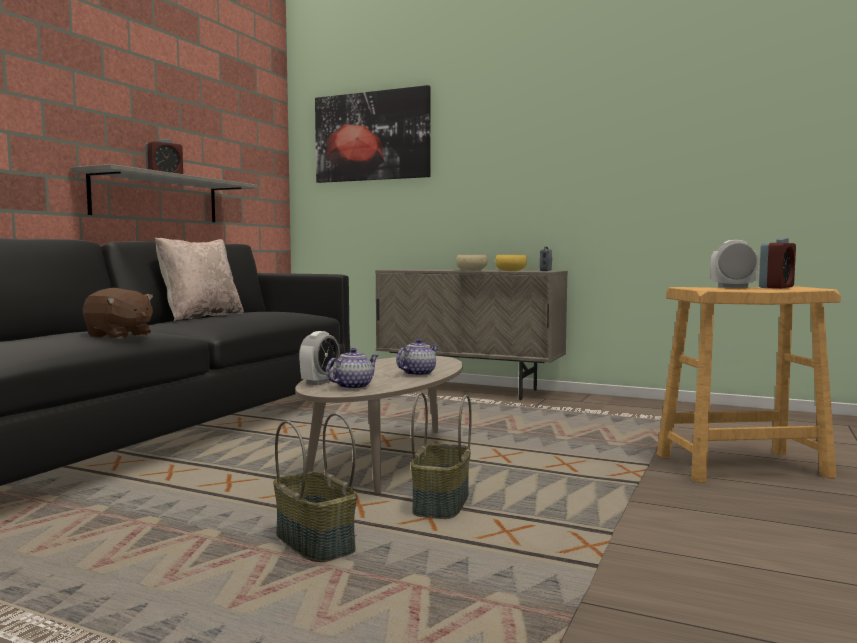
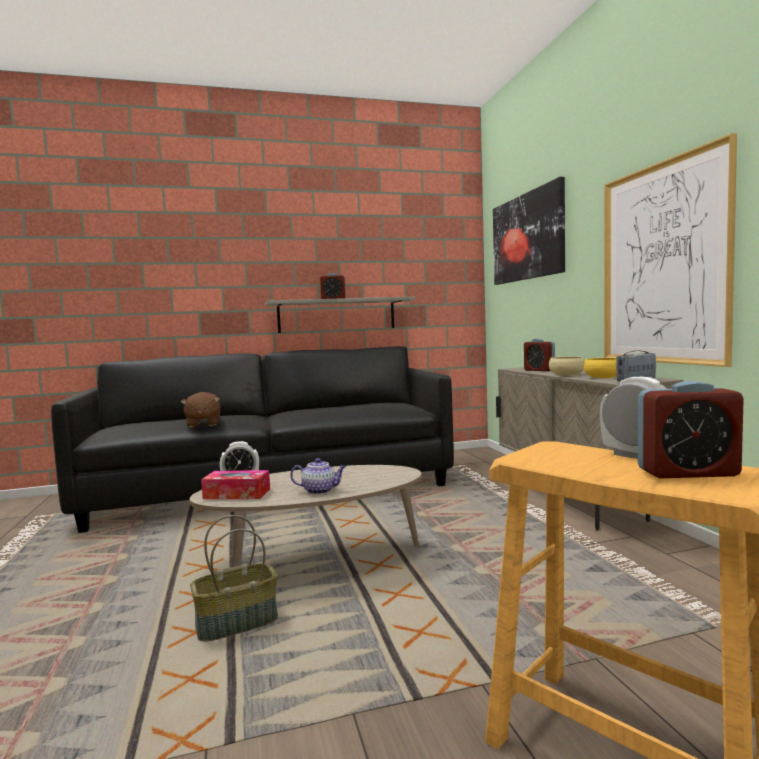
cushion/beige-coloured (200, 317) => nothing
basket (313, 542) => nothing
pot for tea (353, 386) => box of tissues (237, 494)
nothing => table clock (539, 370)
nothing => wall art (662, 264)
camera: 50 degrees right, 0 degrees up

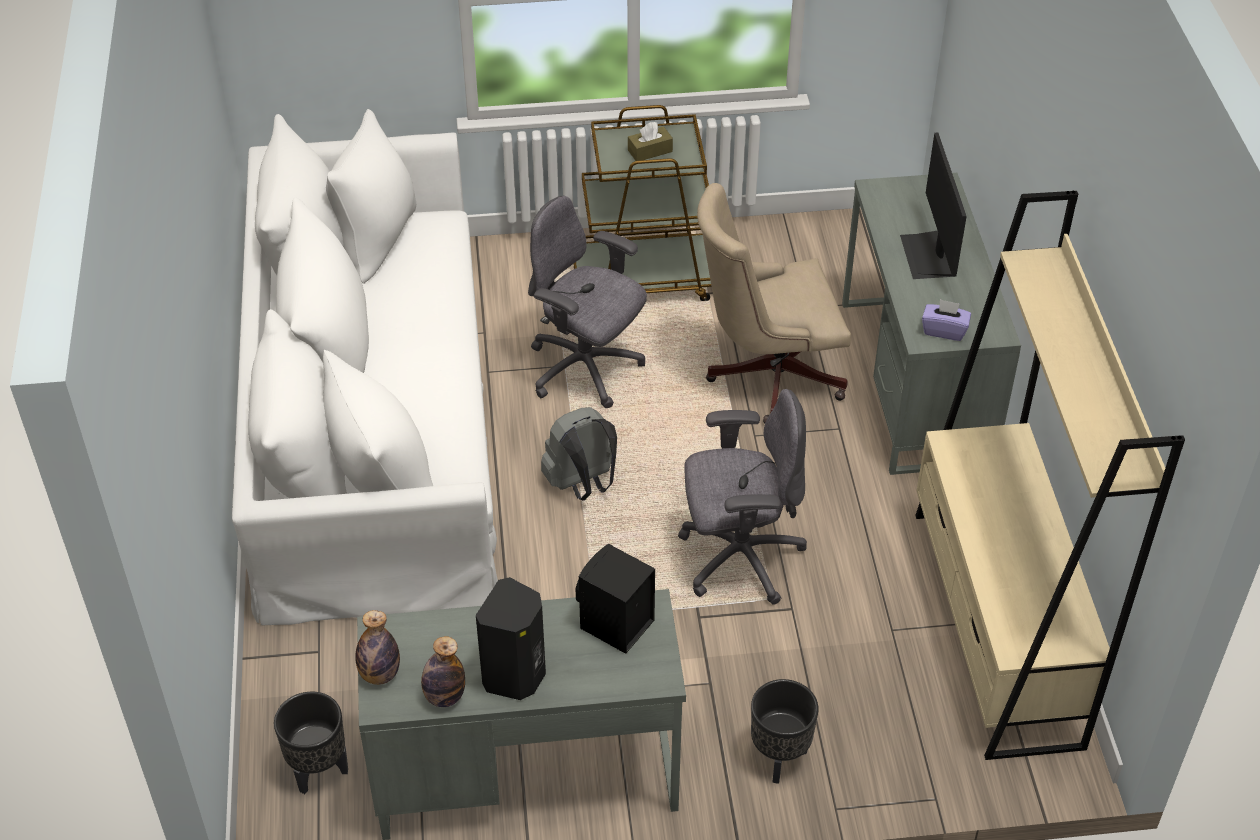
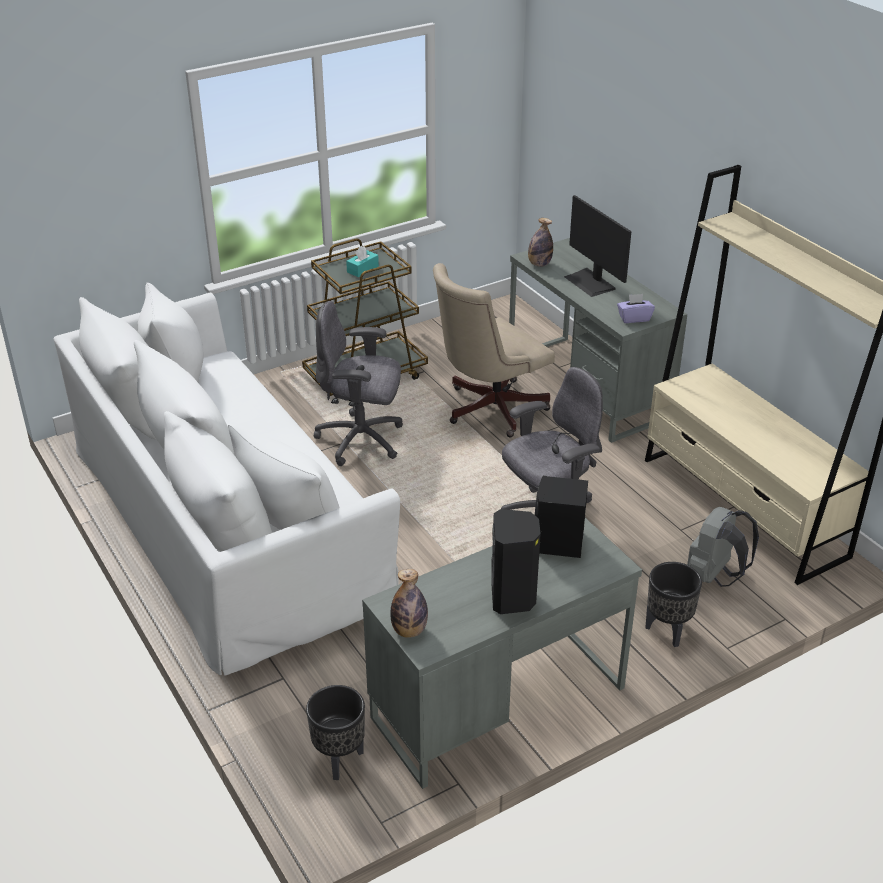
bottle (444, 696) => bottle (539, 264), shifted
rucksack/grey (582, 484) => rucksack/grey (714, 576), shifted
box of tissues/brown-coloured (650, 151) => box of tissues/blue-green (362, 269)
camera: 25 degrees left, 10 degrees down

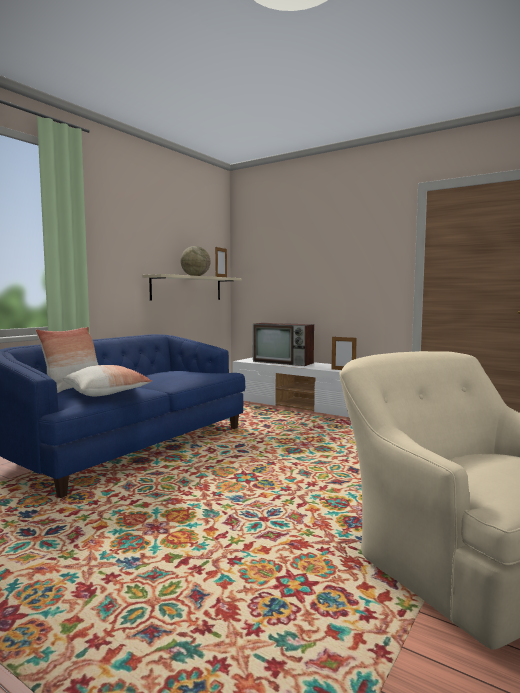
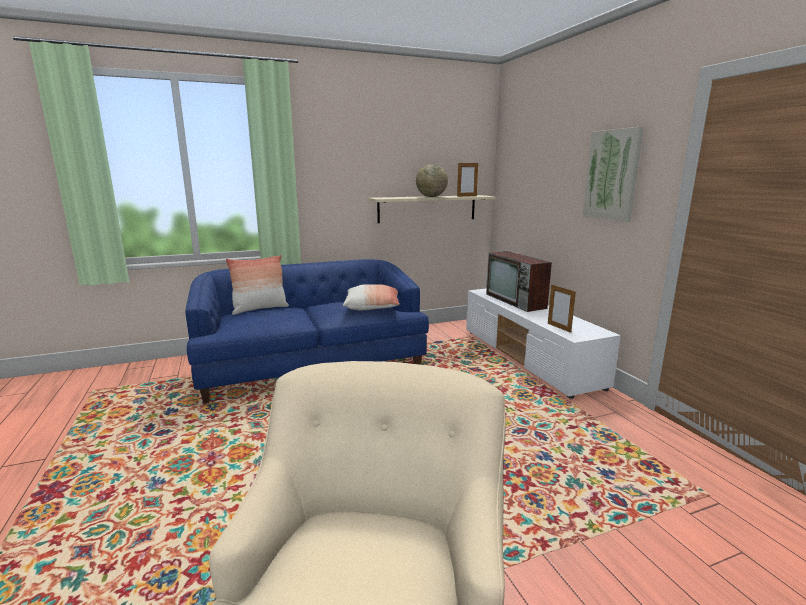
cushion (107, 393) => cushion (372, 307), shifted
nothing => wall art (612, 175)
camera: 35 degrees right, 10 degrees up

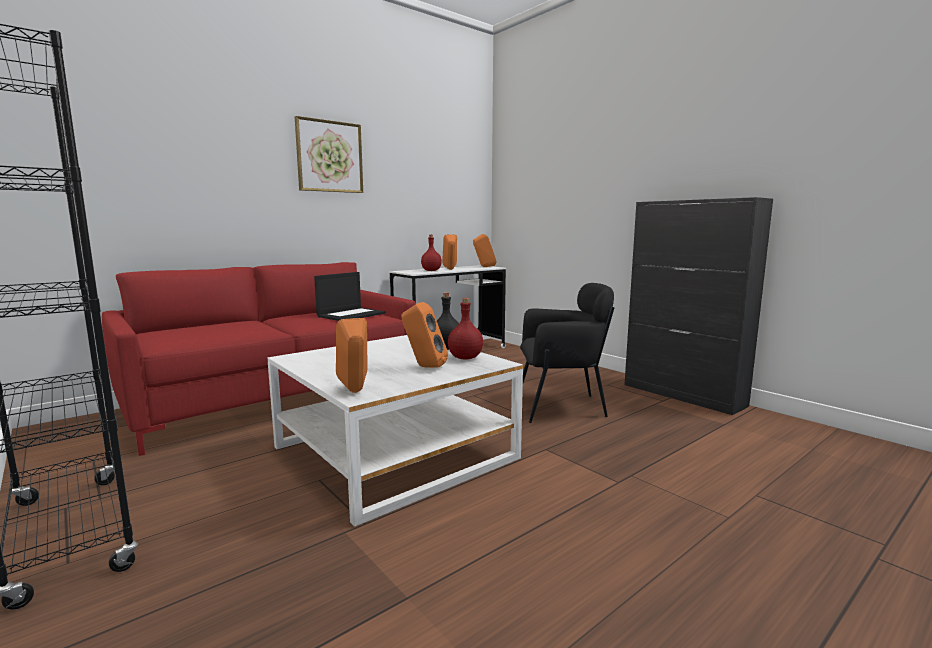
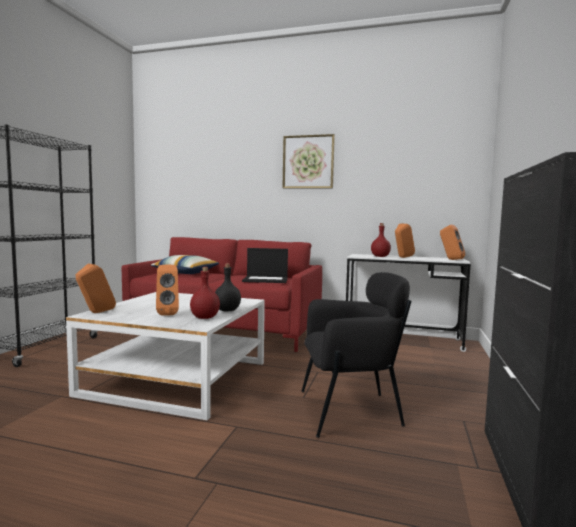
armchair/black-coloured (560, 406) => armchair/black-coloured (350, 410), 60 degrees counterclockwise
nothing => cushion (186, 273)
camera: 55 degrees right, 5 degrees down

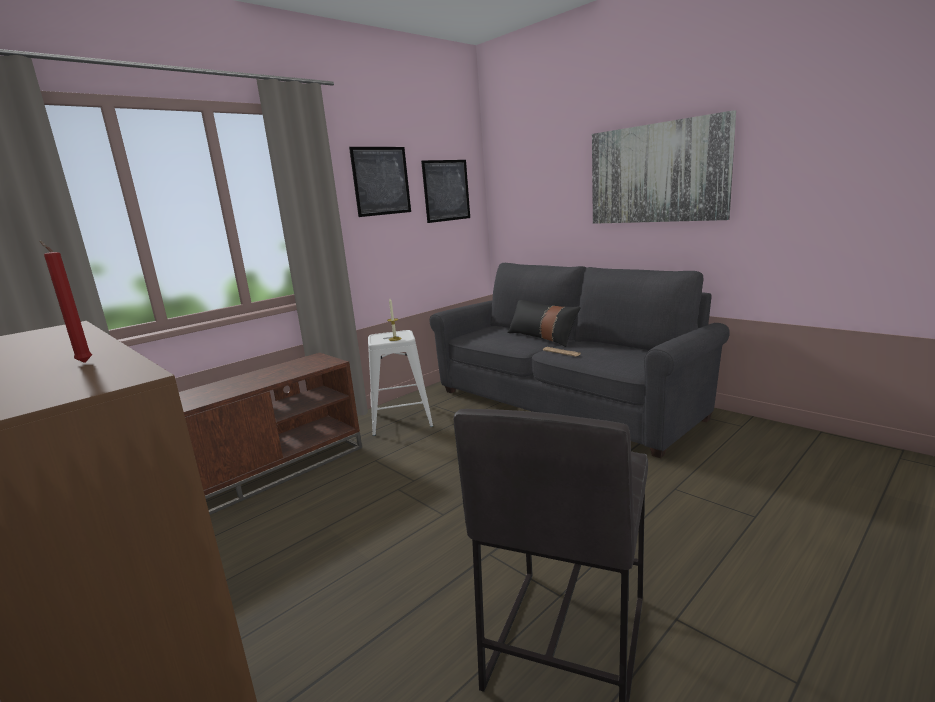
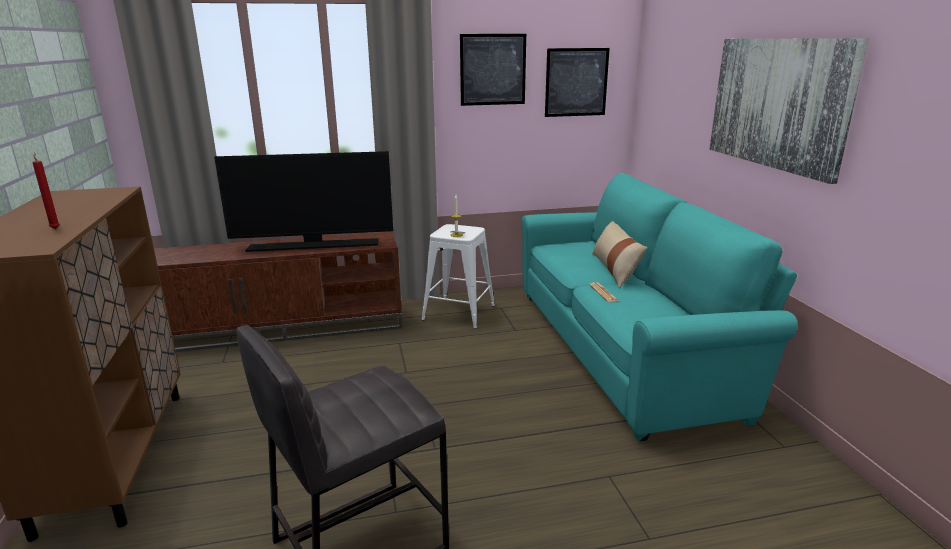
couch/grey (567, 402) => couch/blue-green (626, 348)
cushion/black-coloured (542, 337) => cushion/beige-coloured (615, 269)
nothing => television (314, 245)
camera: 30 degrees right, 5 degrees up

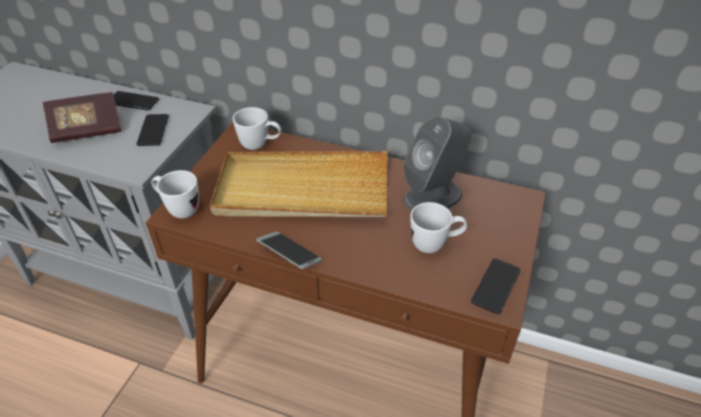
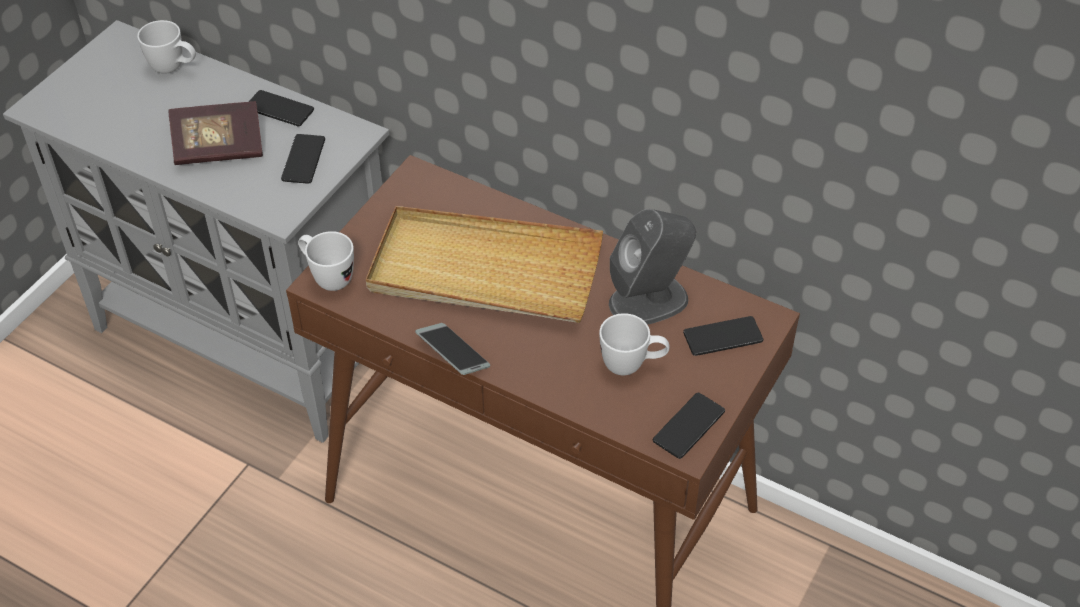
mug/white (260, 145) => mug/white (174, 68), shifted
nothing => telephone (723, 337)
camera: 10 degrees right, 5 degrees up

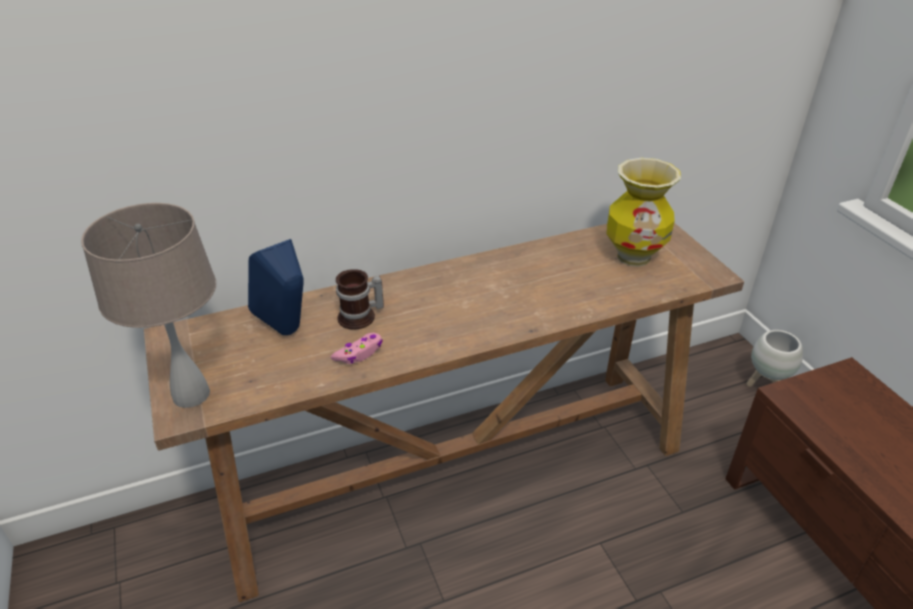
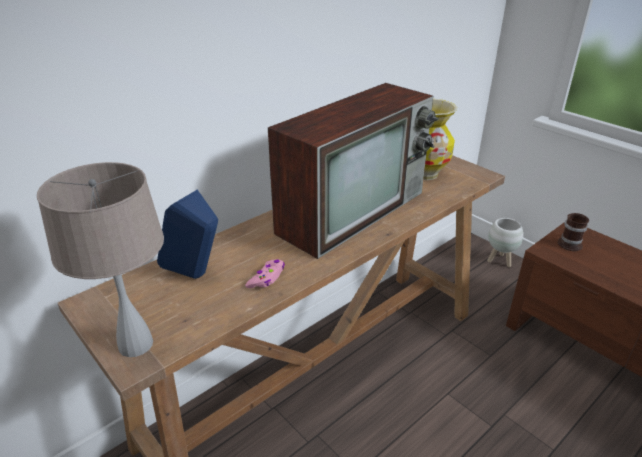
mug (360, 317) => mug (572, 244), shifted
nothing => television (353, 210)
camera: 20 degrees left, 5 degrees down

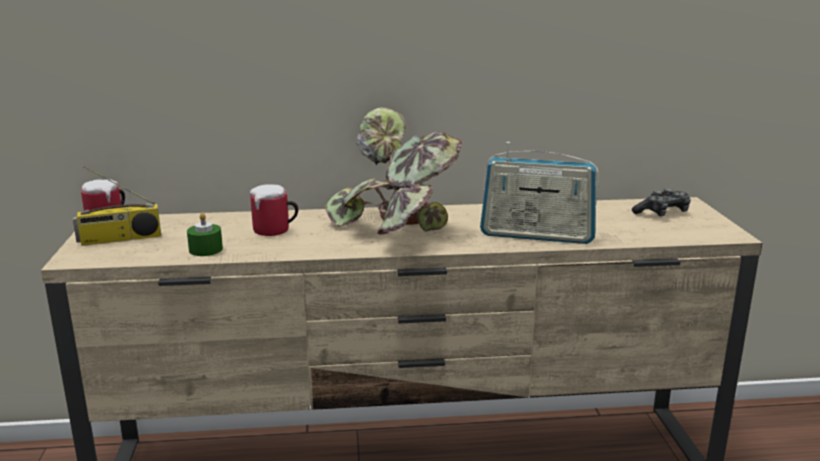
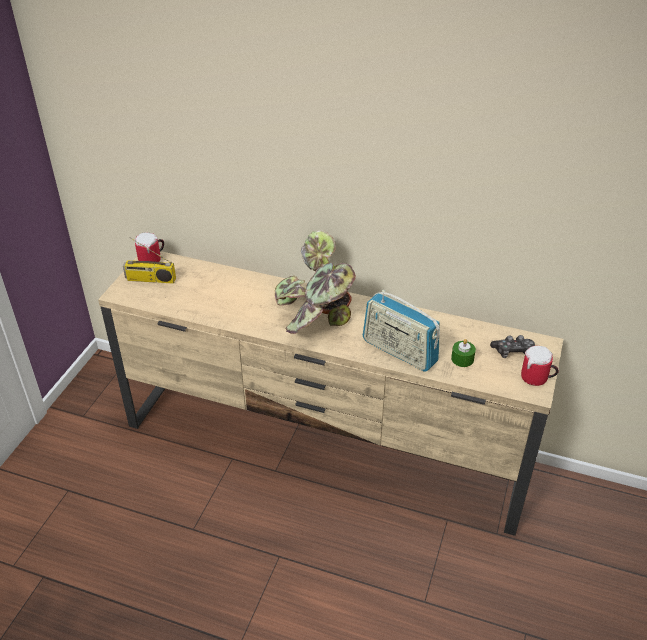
wax light/green-coloured (206, 249) => wax light/green-coloured (462, 359), shifted
mug (276, 231) => mug (537, 379), shifted
camera: 25 degrees right, 20 degrees up

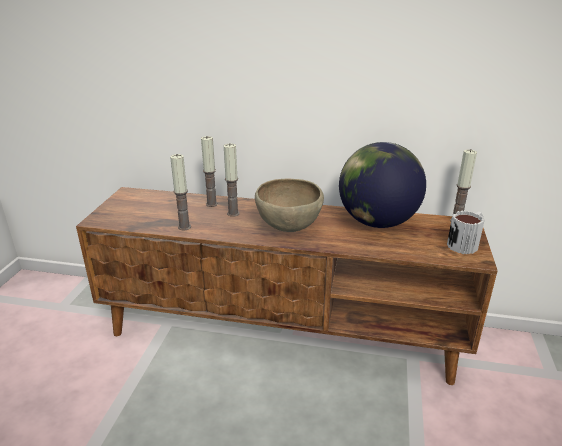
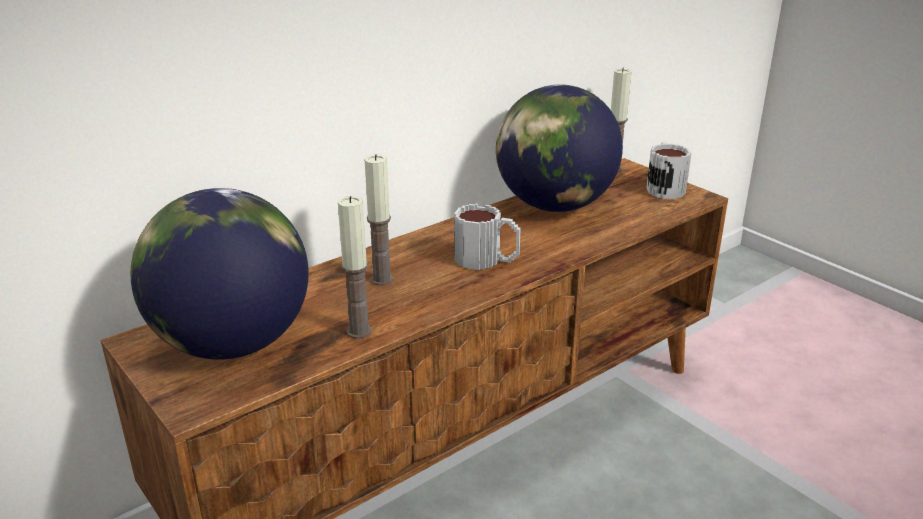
wax light (211, 204) => nothing
bowl/brown-coloured (288, 228) => mug (487, 260)
nothing => globe (232, 343)
camera: 50 degrees left, 0 degrees up

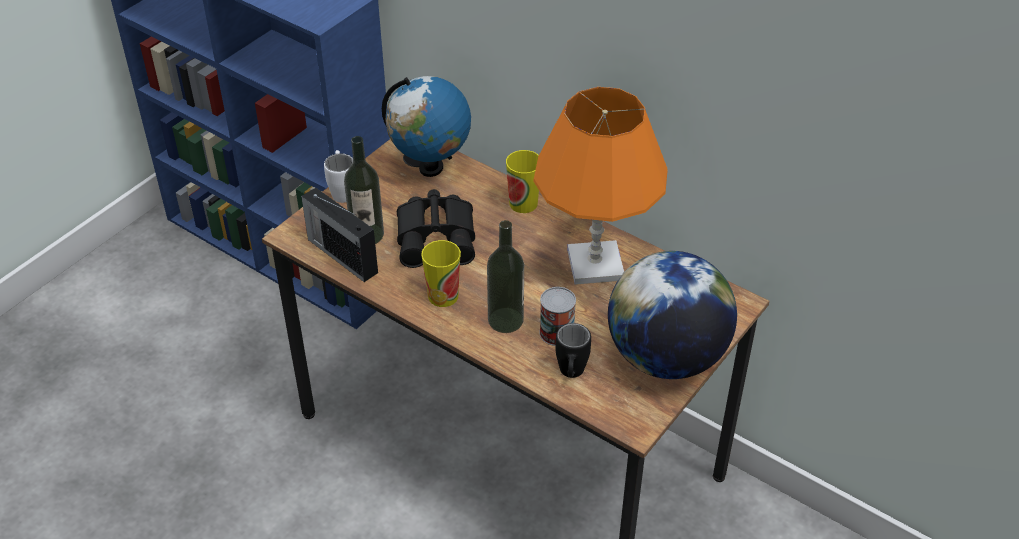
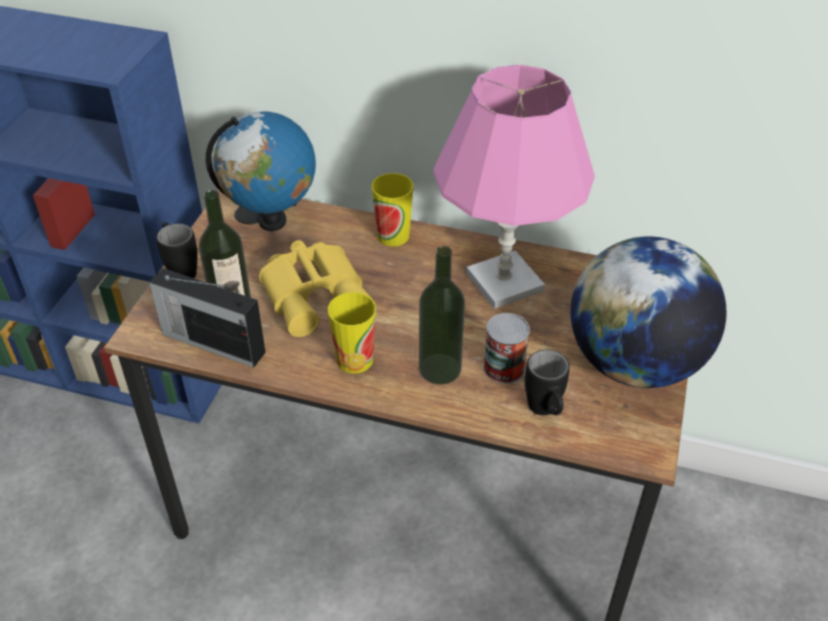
mug/white (342, 191) => mug/black-coloured (180, 269)
field glasses/black-coloured (438, 236) => field glasses/yellowish (316, 294)
tabletop lamp/orangey (595, 264) => tabletop lamp/pink (503, 281)
camera: 20 degrees left, 0 degrees up

